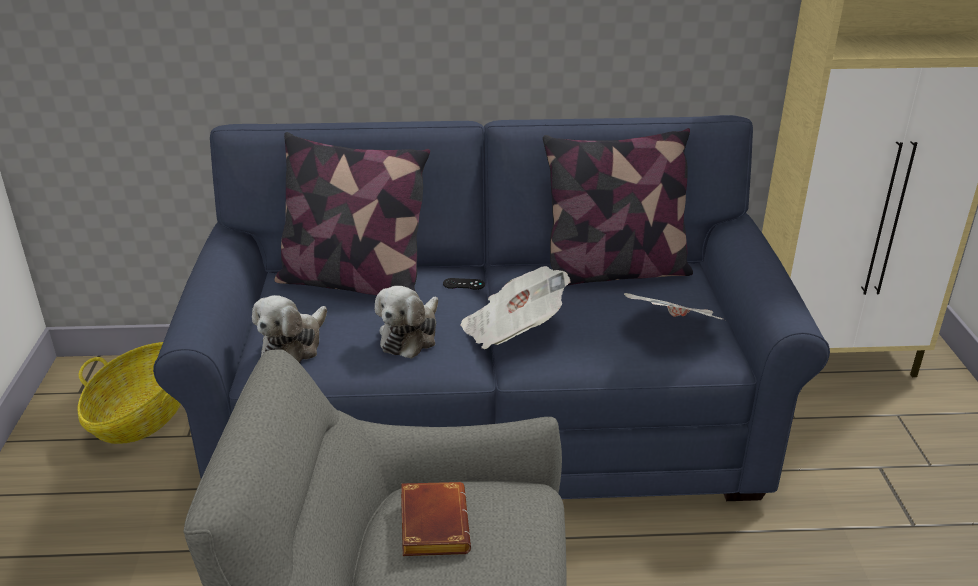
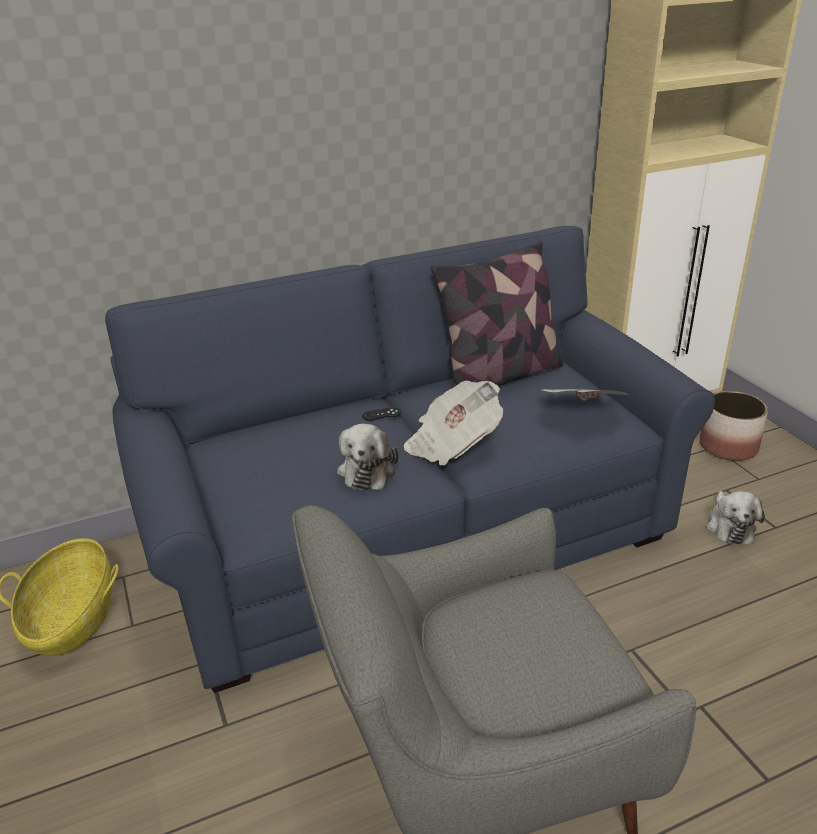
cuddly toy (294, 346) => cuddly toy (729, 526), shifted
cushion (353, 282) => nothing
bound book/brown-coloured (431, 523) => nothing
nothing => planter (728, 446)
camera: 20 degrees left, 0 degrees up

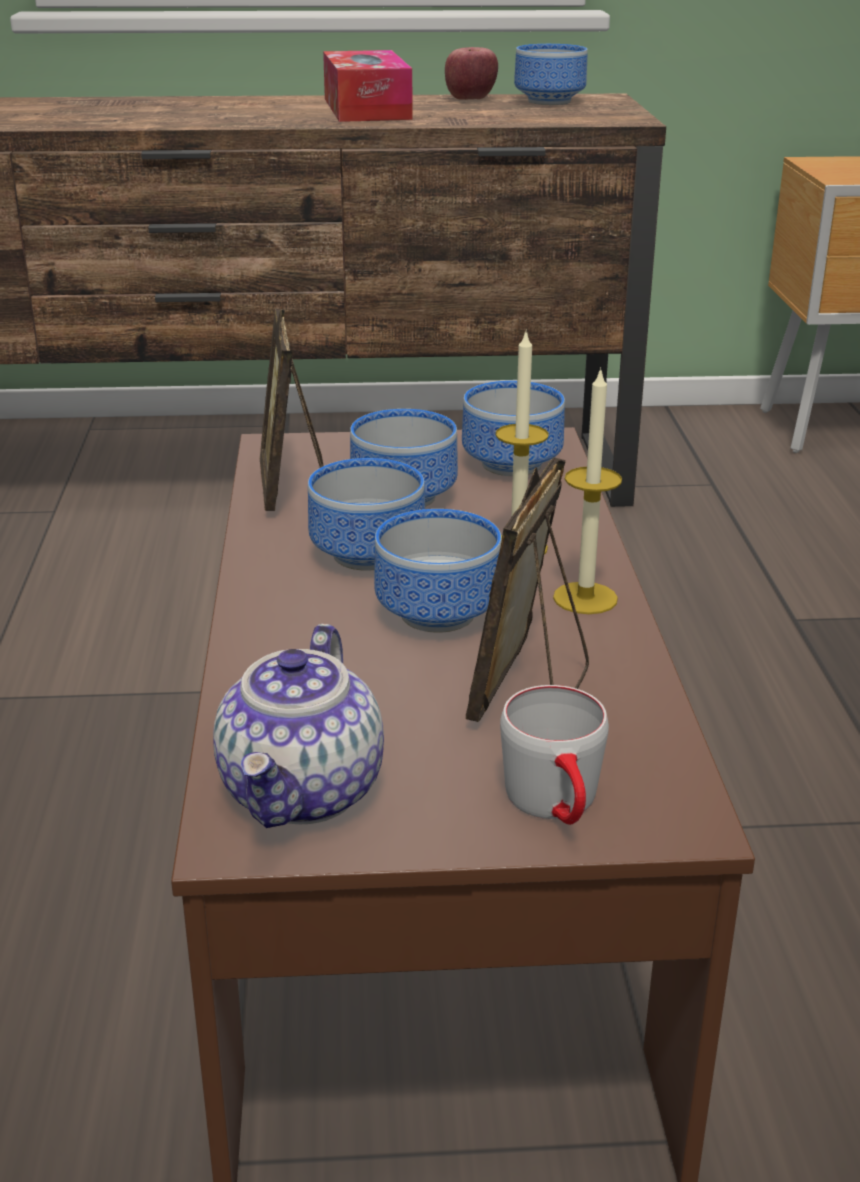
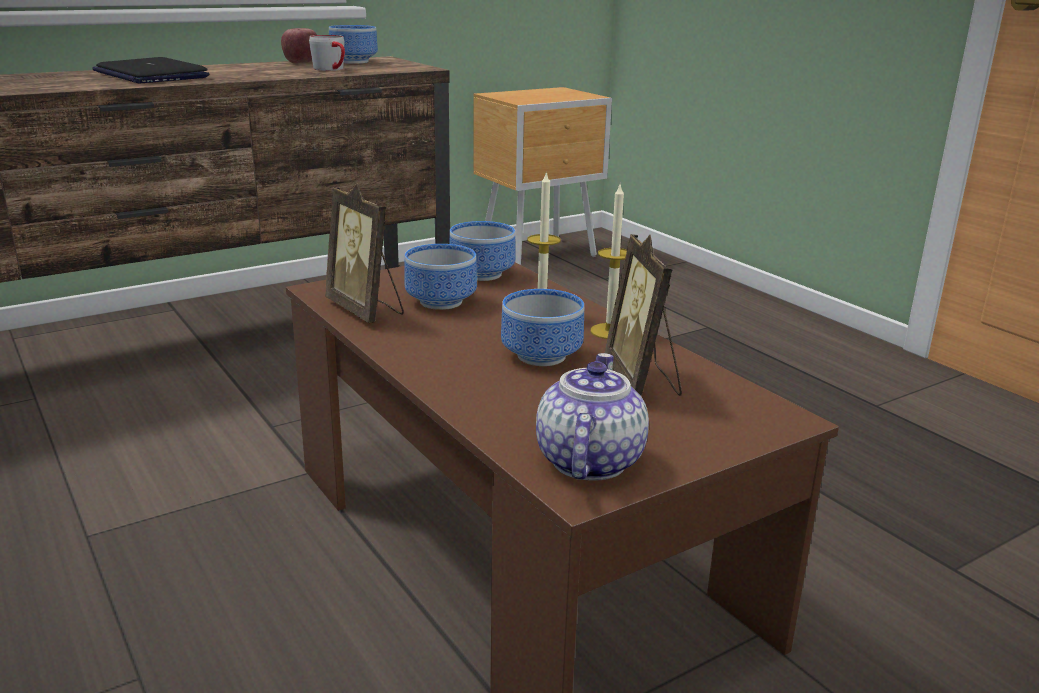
pot for tea (304, 793) => pot for tea (588, 461), 150 degrees counterclockwise
bowl (363, 556) => nothing
box of tissues (366, 109) => nothing
mug/grey (557, 806) => mug/grey (332, 69), shifted
nothing => notebook computer (150, 75)
camera: 30 degrees left, 5 degrees down

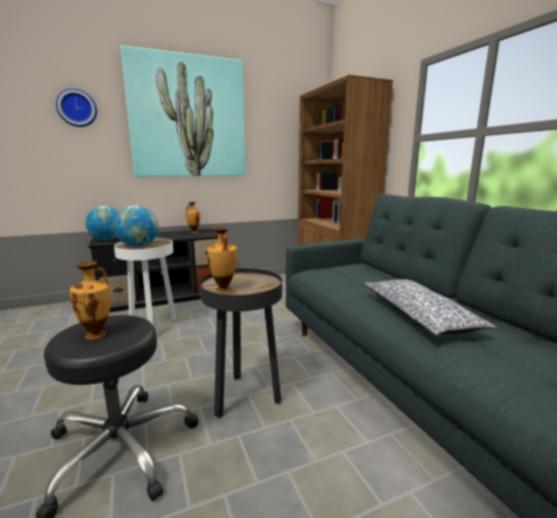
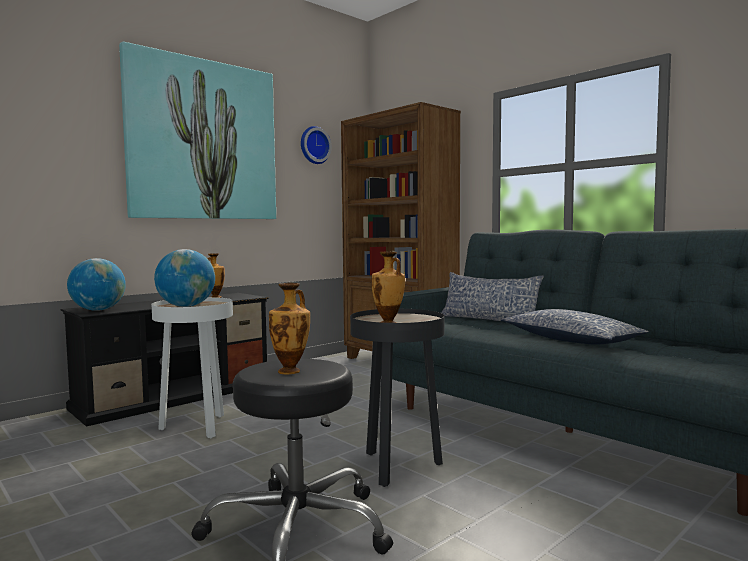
wall clock (77, 108) => wall clock (314, 145), shifted
nothing => cushion (489, 320)
camera: 20 degrees left, 10 degrees down

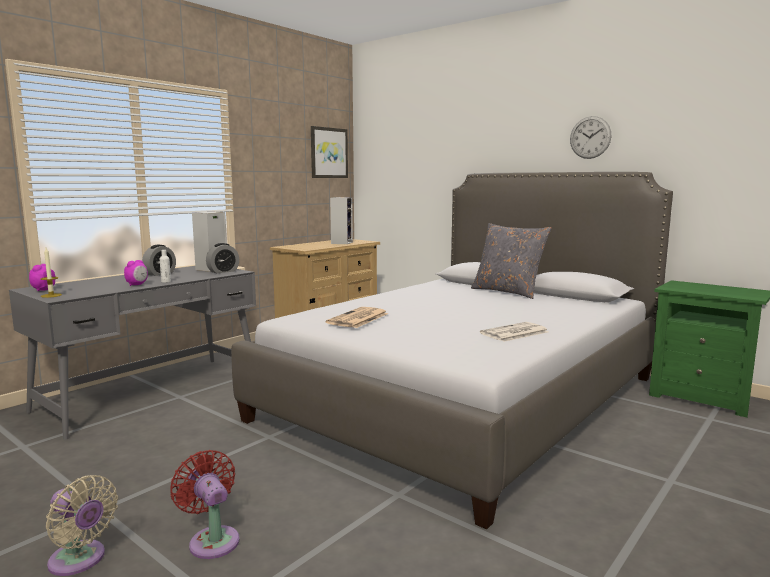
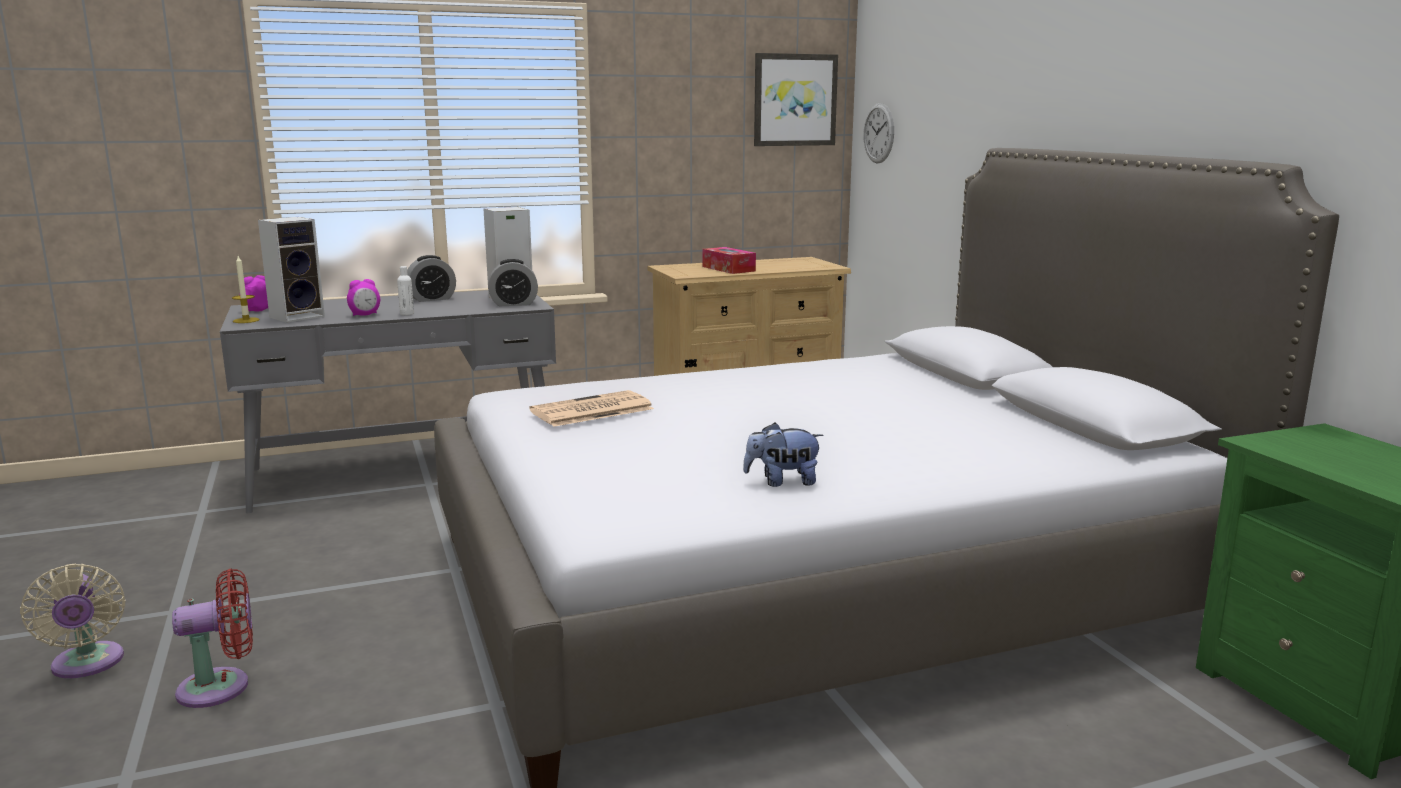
electric fan/red-coloured (212, 540) => electric fan/red-coloured (221, 687), 75 degrees clockwise
loudspeaker (341, 243) => loudspeaker (298, 316), shifted
cushion/grey (508, 292) => nothing
daily paper (514, 333) => cuddly toy (782, 481)
wall clock (590, 137) => wall clock (879, 133), shifted
nothing => box of tissues (728, 269)
camera: 30 degrees right, 5 degrees up

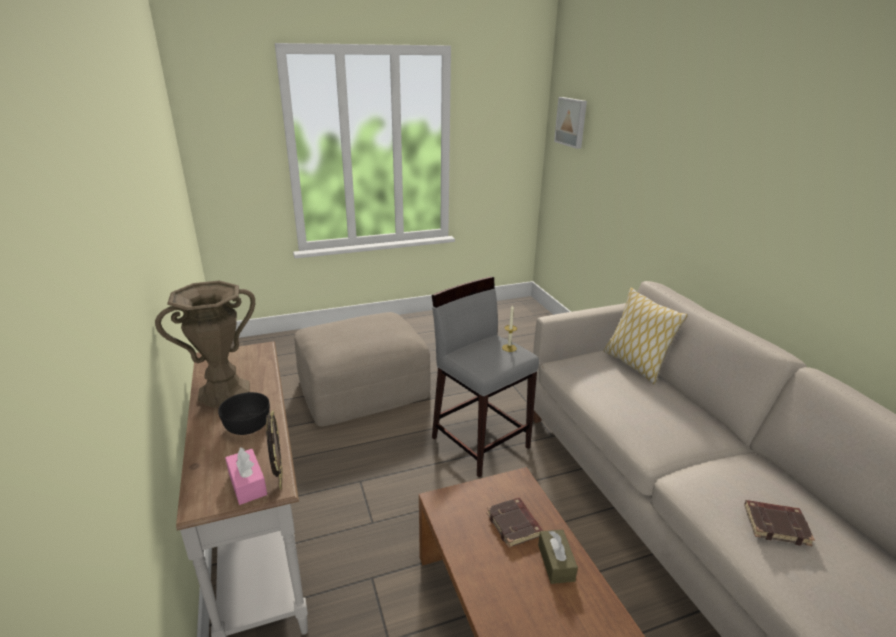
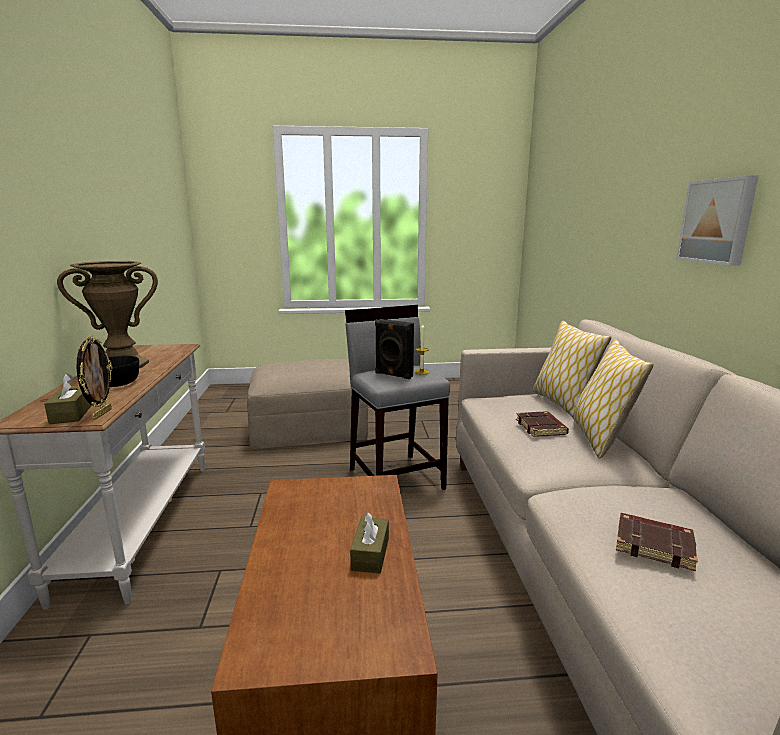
box of tissues/pink (247, 484) => box of tissues/brown-coloured (72, 413)
bound book/brown-coloured (515, 525) => bound book/brown-coloured (541, 428), shifted
wall art (572, 122) => wall art (718, 221), shifted
nothing => loudspeaker/black-coloured (393, 375)
nothing => cushion (600, 438)
camera: 15 degrees right, 10 degrees down

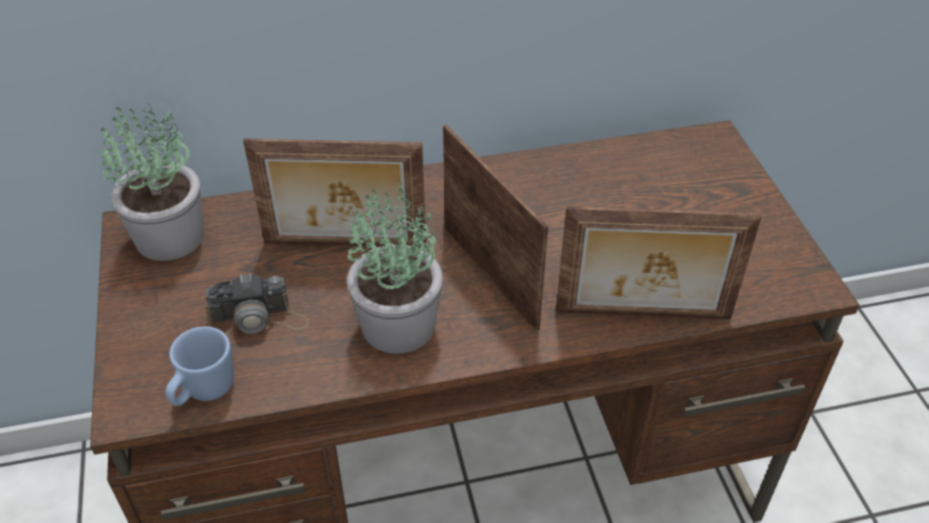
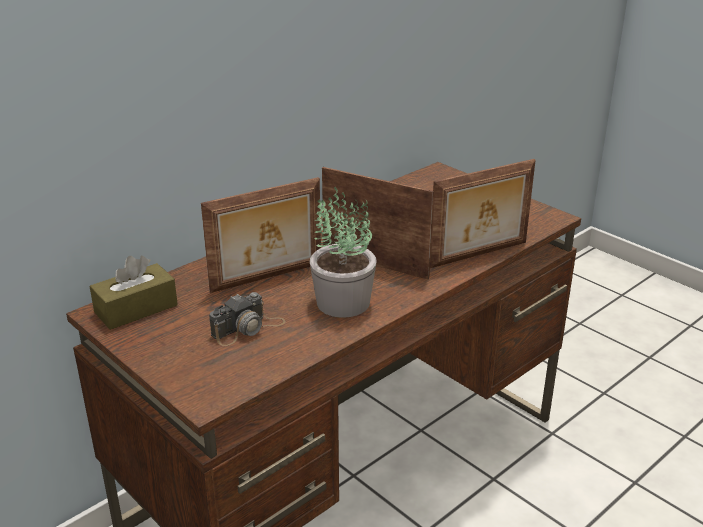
houseplant (171, 235) => box of tissues/brown-coloured (136, 309)
mug/blue (203, 392) => nothing
camera: 30 degrees left, 15 degrees down

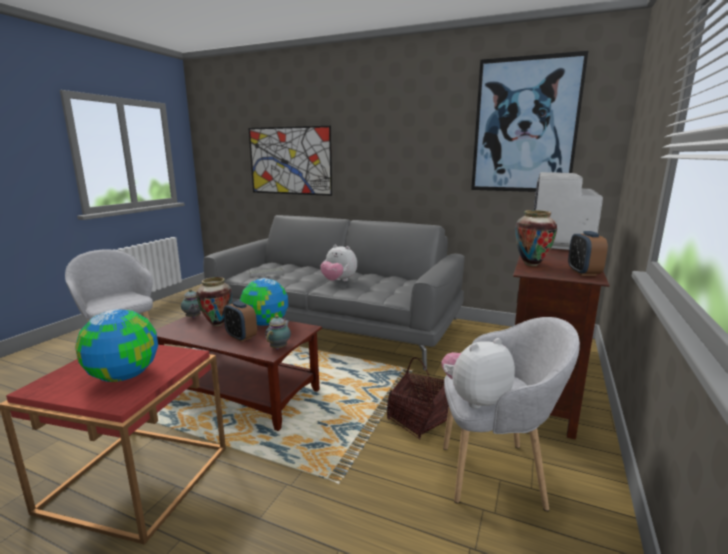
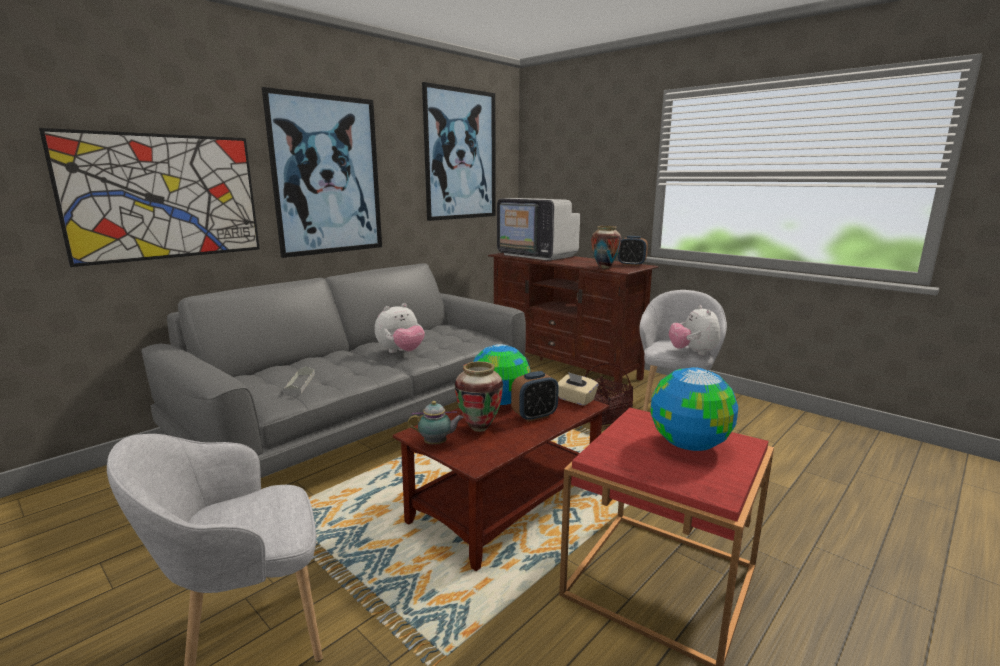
pot for tea (279, 347) => box of tissues/beige-coloured (575, 400)
nothing => wall art (327, 176)
camera: 70 degrees left, 0 degrees up

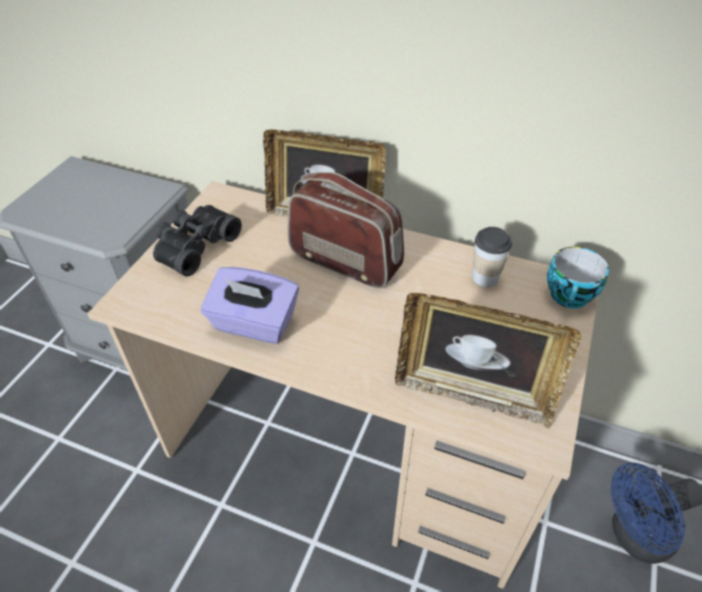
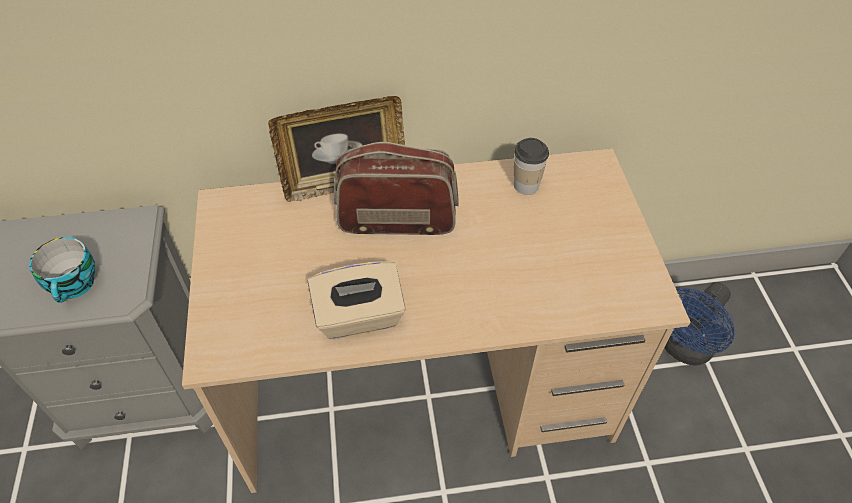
field glasses/black-coloured (194, 246) => nothing
box of tissues/purple (254, 324) => box of tissues/beige-coloured (359, 317)
photo frame (472, 393) => nothing
drinking cup (570, 297) => drinking cup (76, 285), shifted
camera: 30 degrees left, 5 degrees up

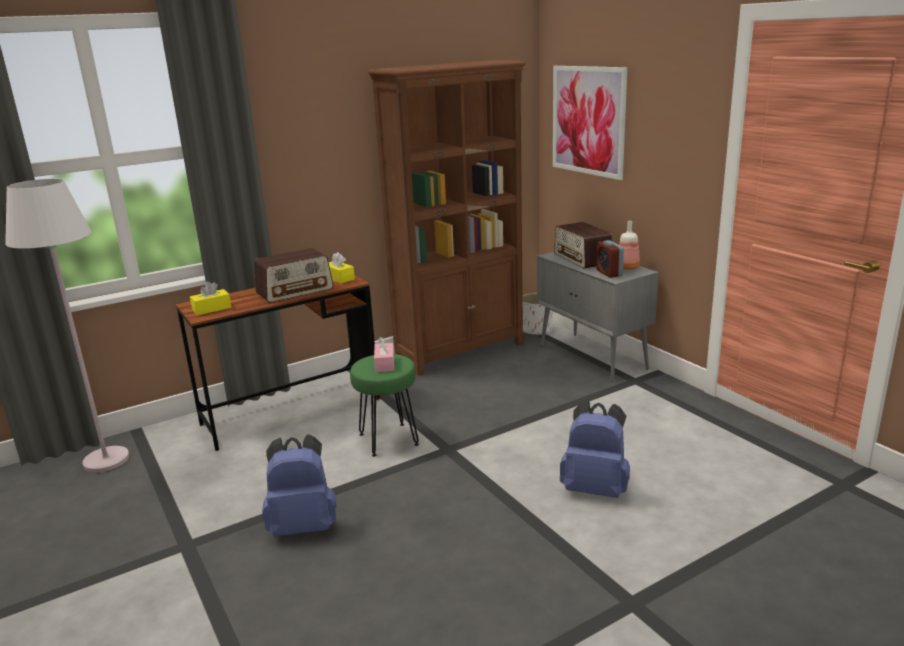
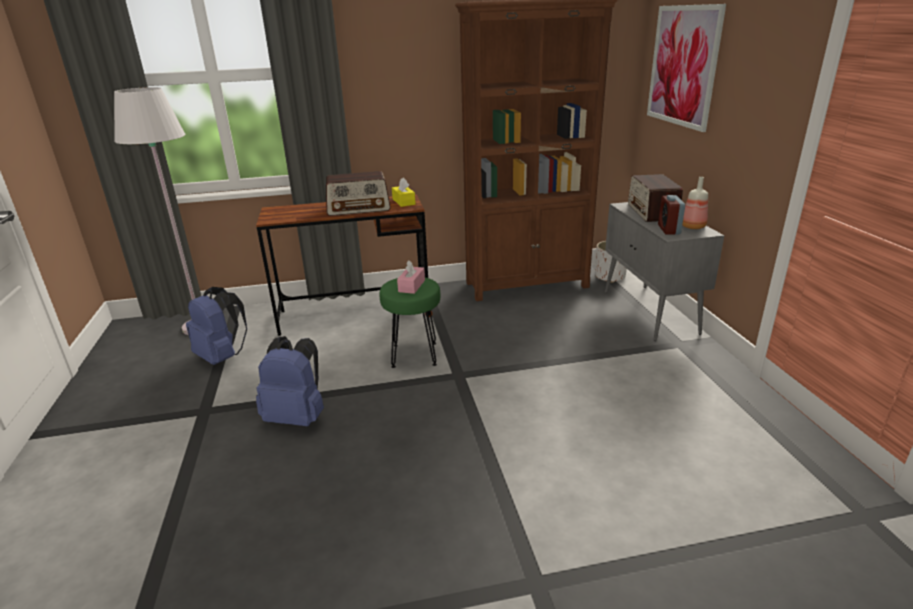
box of tissues/yellowish (212, 309) => nothing
rucksack/blue (595, 488) => rucksack/blue (222, 357), shifted
camera: 20 degrees right, 5 degrees up

